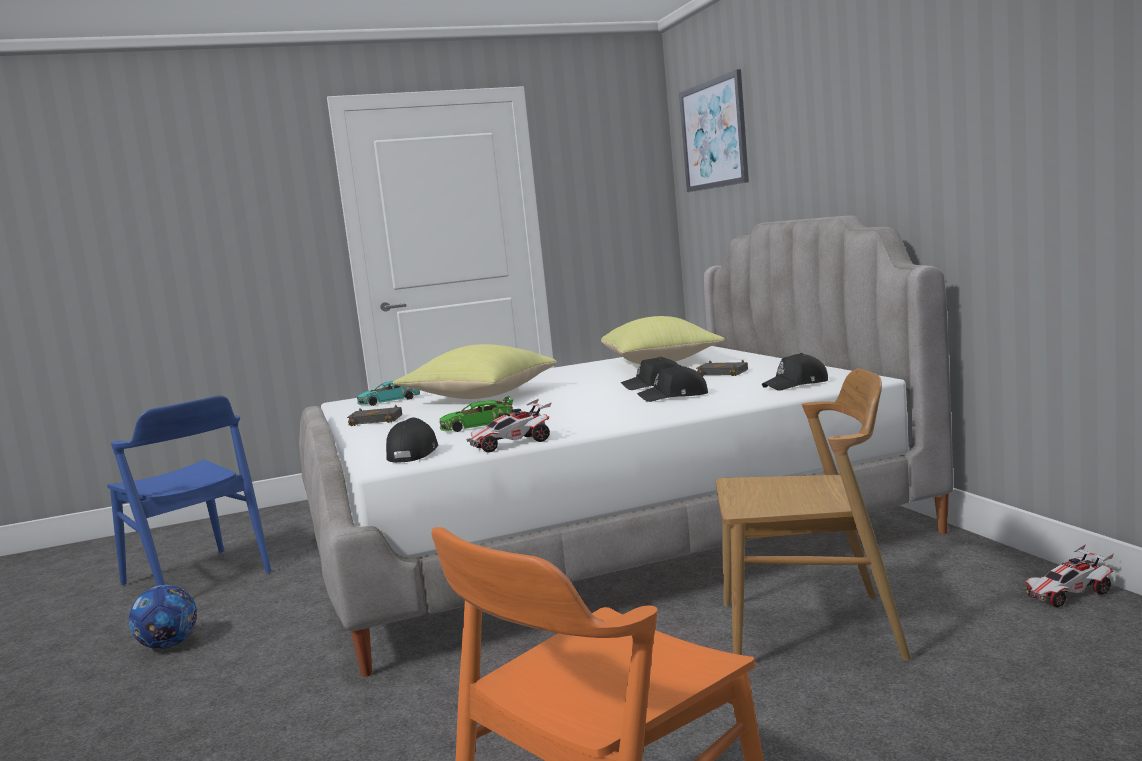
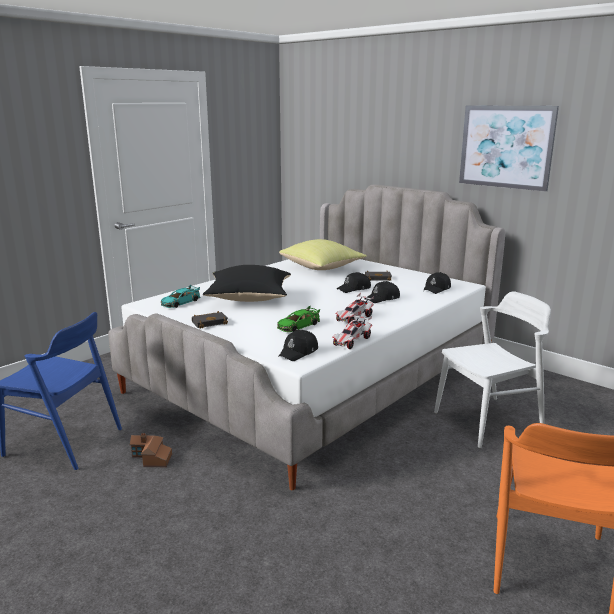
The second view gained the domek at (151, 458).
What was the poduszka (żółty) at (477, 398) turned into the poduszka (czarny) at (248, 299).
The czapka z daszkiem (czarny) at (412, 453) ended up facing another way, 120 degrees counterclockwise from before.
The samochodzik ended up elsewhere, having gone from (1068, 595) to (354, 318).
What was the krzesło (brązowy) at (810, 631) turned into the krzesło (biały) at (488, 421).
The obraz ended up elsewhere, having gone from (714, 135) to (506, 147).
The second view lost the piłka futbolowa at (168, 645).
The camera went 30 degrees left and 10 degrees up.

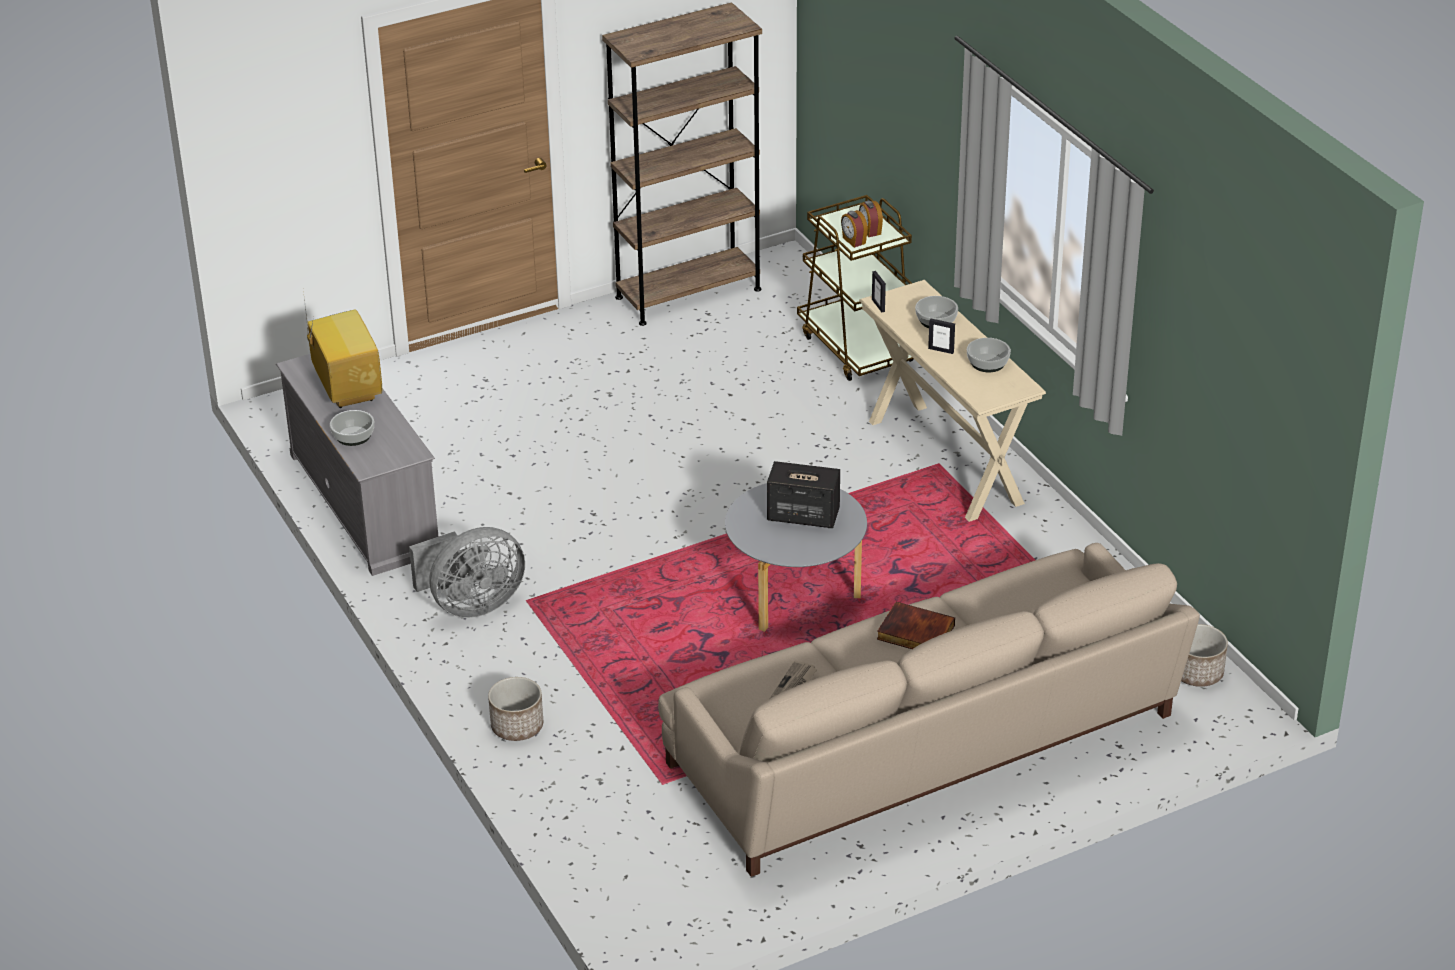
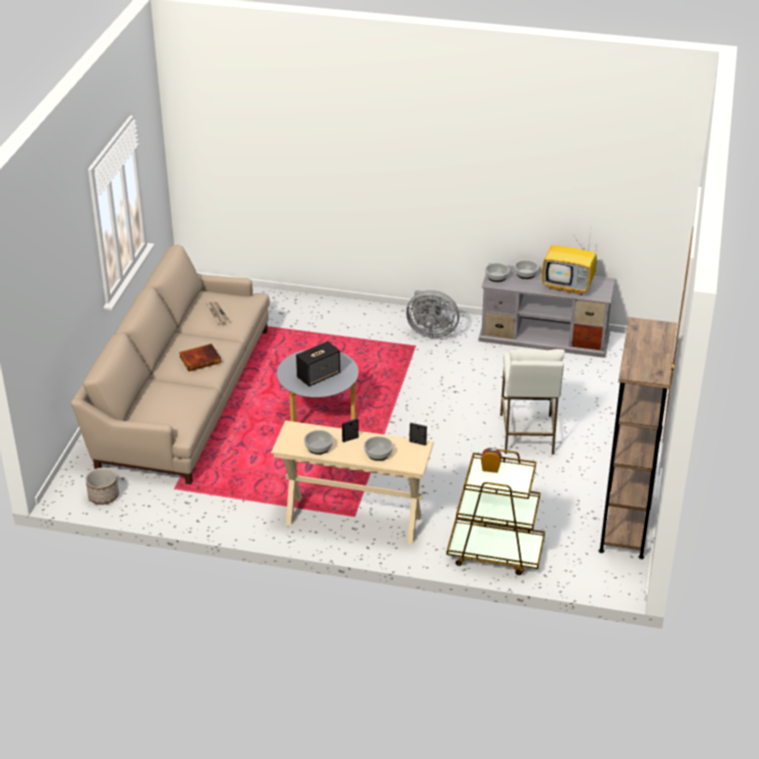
The wentylator (szary) at (471, 605) ended up facing another way, 90 degrees counterclockwise from before.
The second view gained the miska at (496, 277).
The second view gained the stołek (biały) at (527, 434).
The second view lost the donica at (516, 726).
The second view lost the budzik at (870, 231).
The camera went 130 degrees right and 0 degrees up.

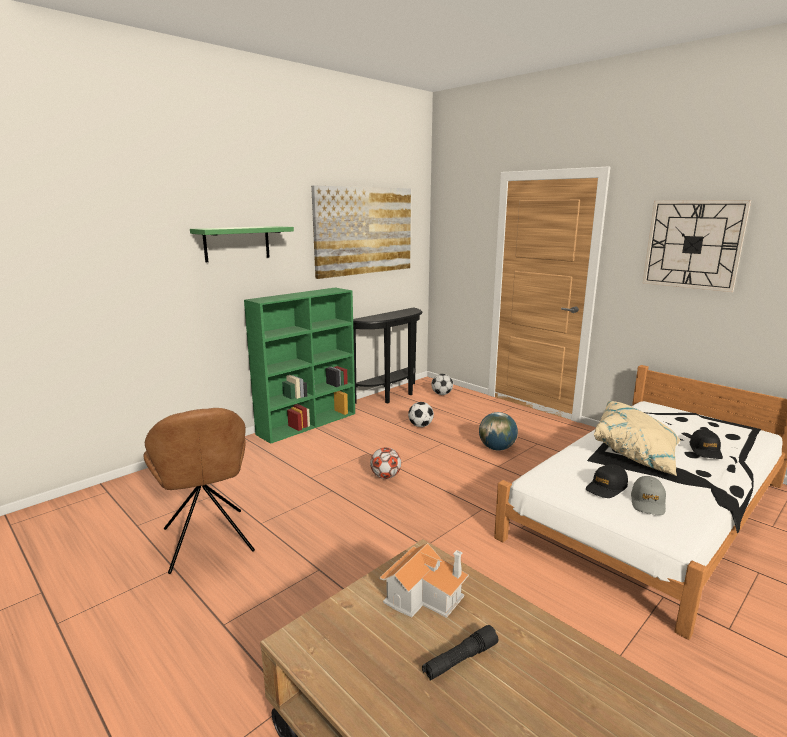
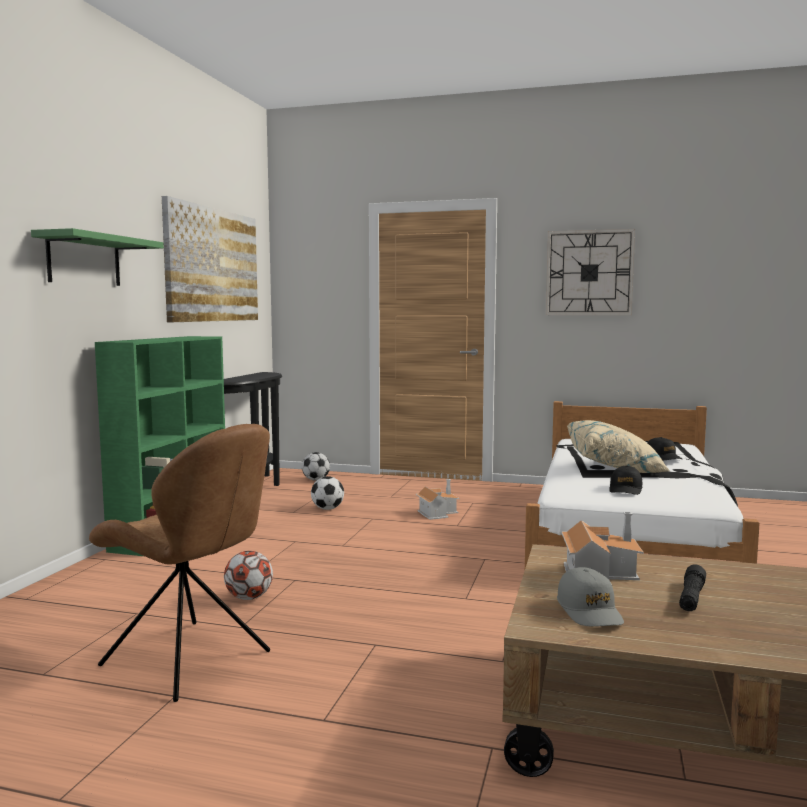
The piłka futbolowa ended up elsewhere, having gone from (385, 476) to (249, 598).
Where the globus stood at (497, 448), the domek came to stand at (437, 512).
The czapka z daszkiem (szary) ended up elsewhere, having gone from (648, 502) to (589, 611).
The camera went 30 degrees left and 10 degrees down.

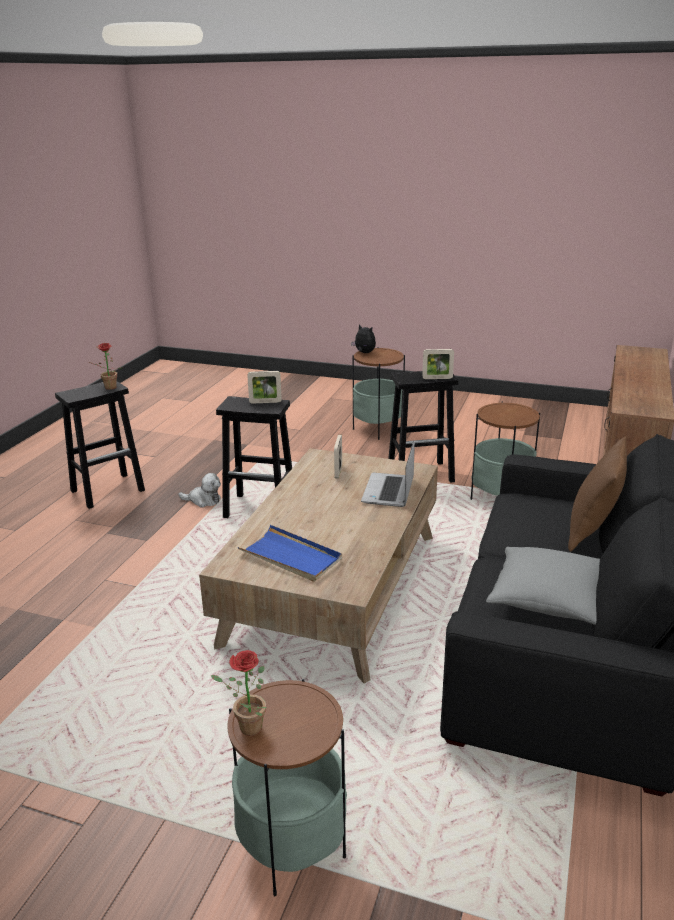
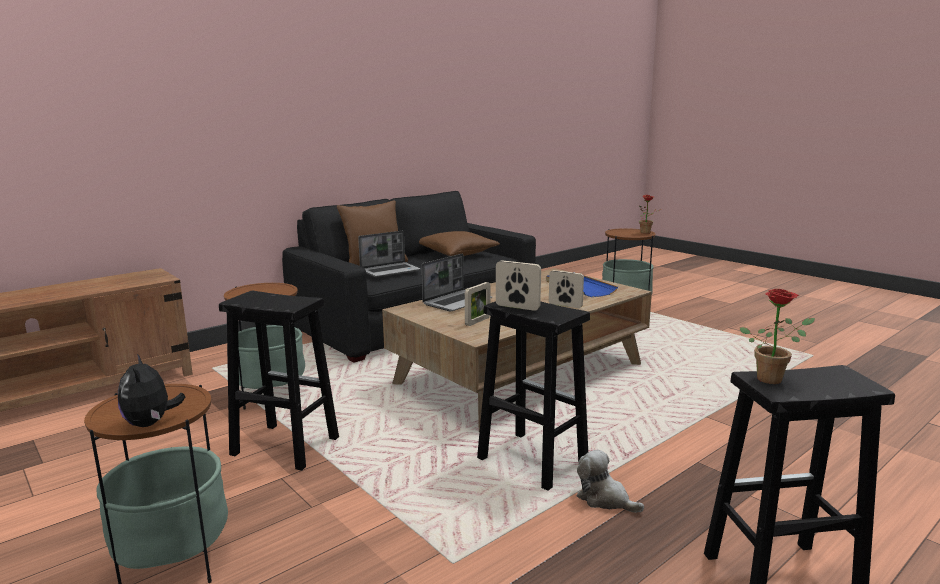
The second view gained the laptop at (390, 271).
What was the poduszka (szary) at (548, 598) turned into the poduszka (brązowy) at (456, 254).
The ramka na zdjęcie ended up elsewhere, having gone from (437, 378) to (565, 305).
The camera went 150 degrees left and 10 degrees down.

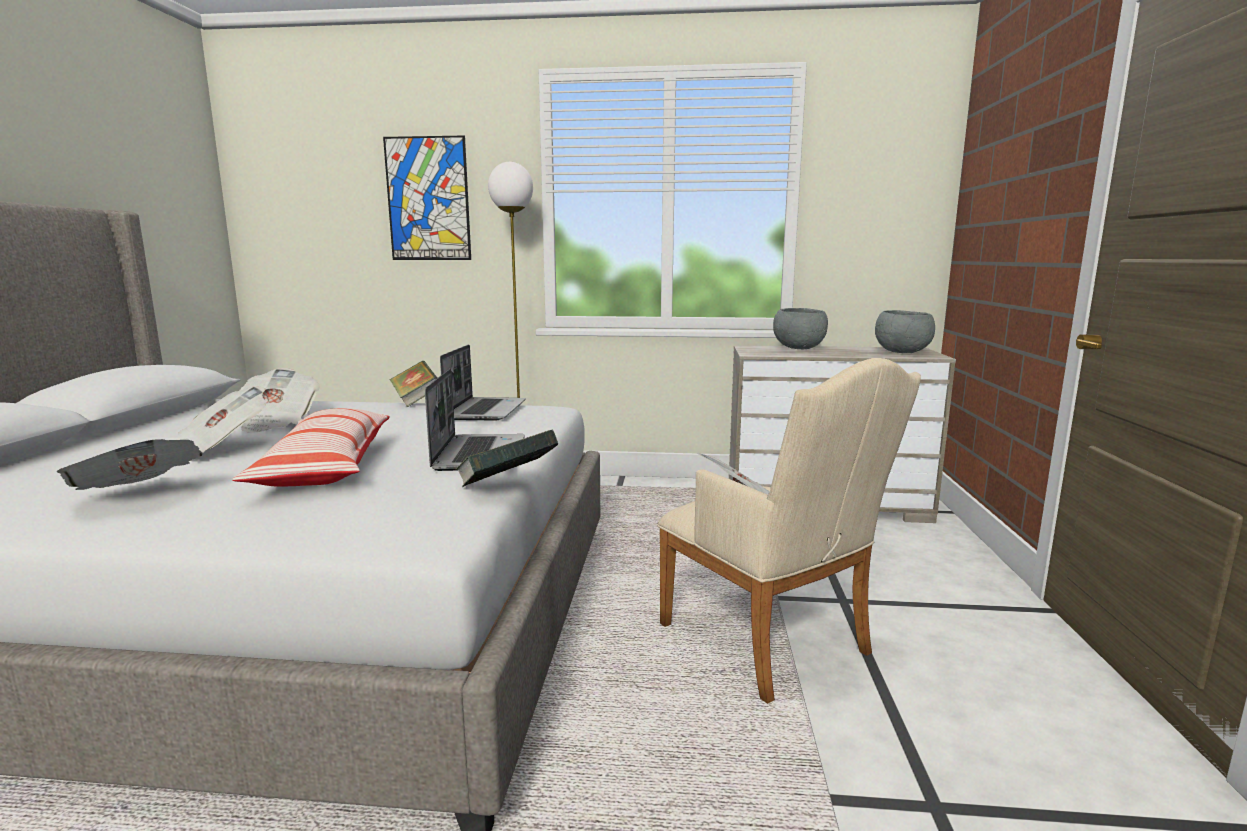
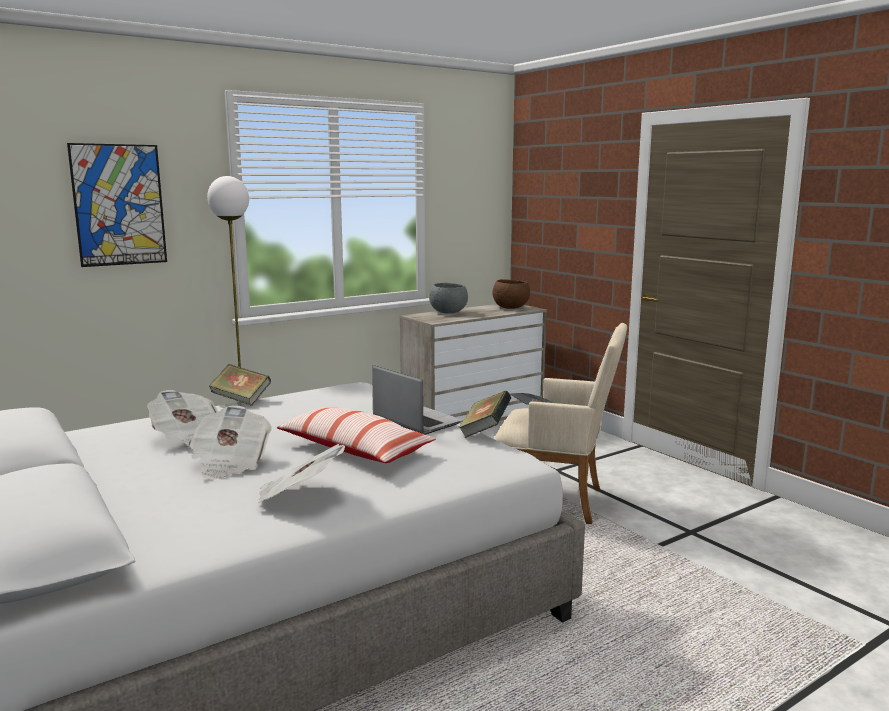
What was the miska (szary) at (901, 352) turned into the miska (brązowy) at (510, 308).
The second view lost the laptop at (485, 410).
The camera went 40 degrees left and 0 degrees up.

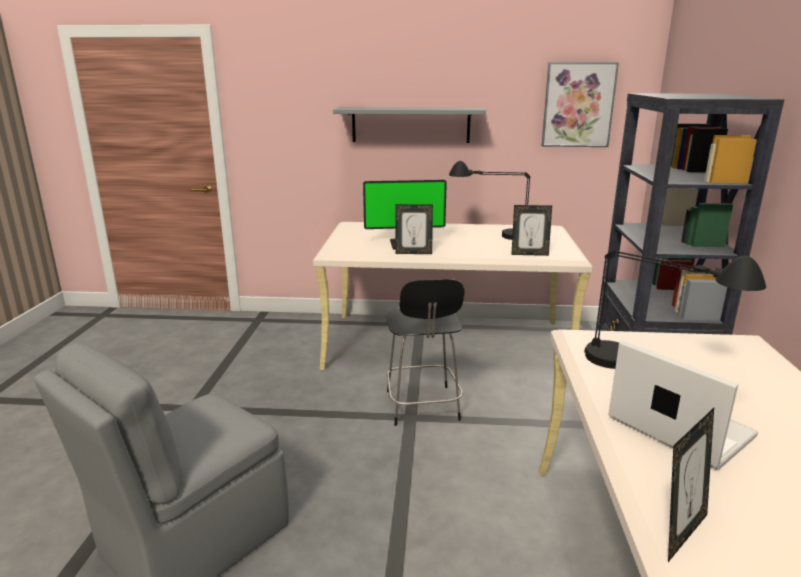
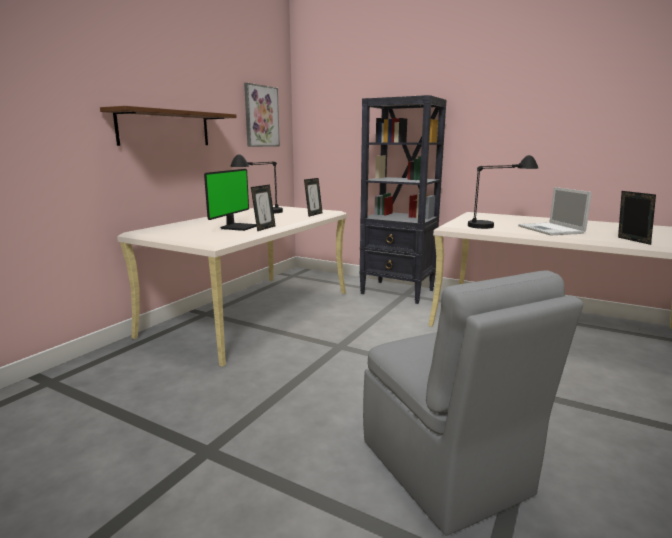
What was the półka (szary) at (410, 125) turned into the półka (brązowy) at (165, 128).
The laptop at (677, 426) ended up facing another way, 90 degrees counterclockwise from before.
The second view lost the krzesło (czarny) at (422, 407).
The camera went 65 degrees left and 5 degrees down.

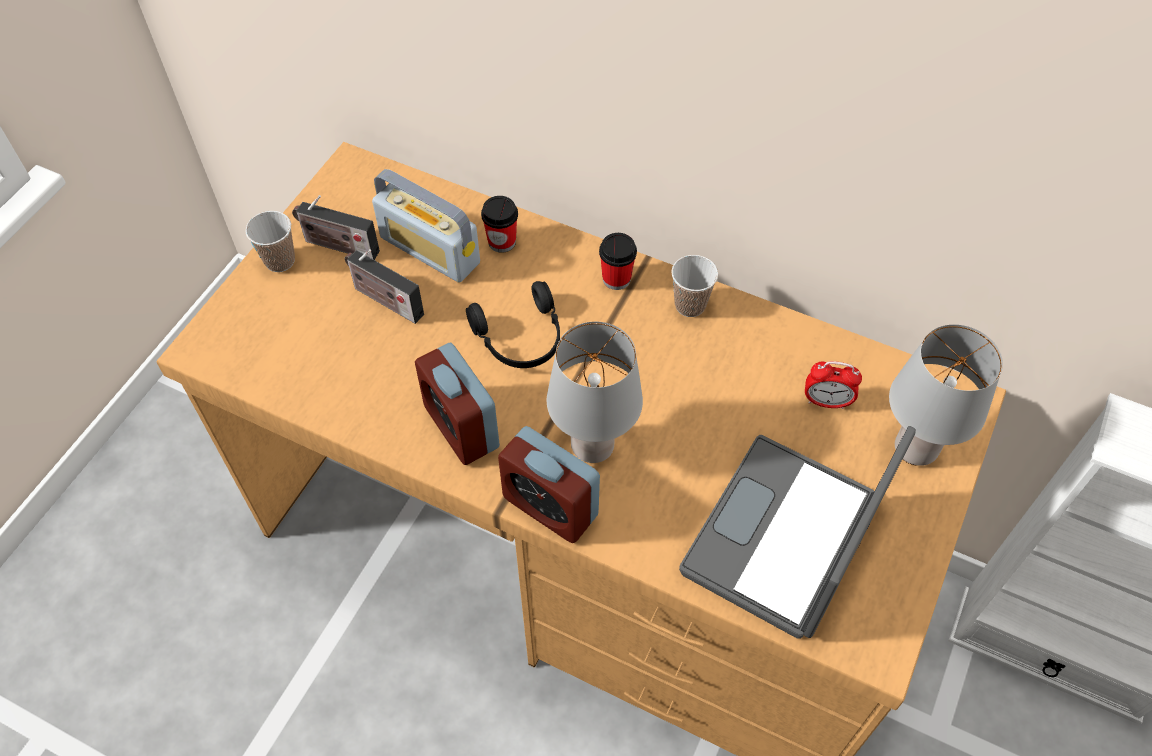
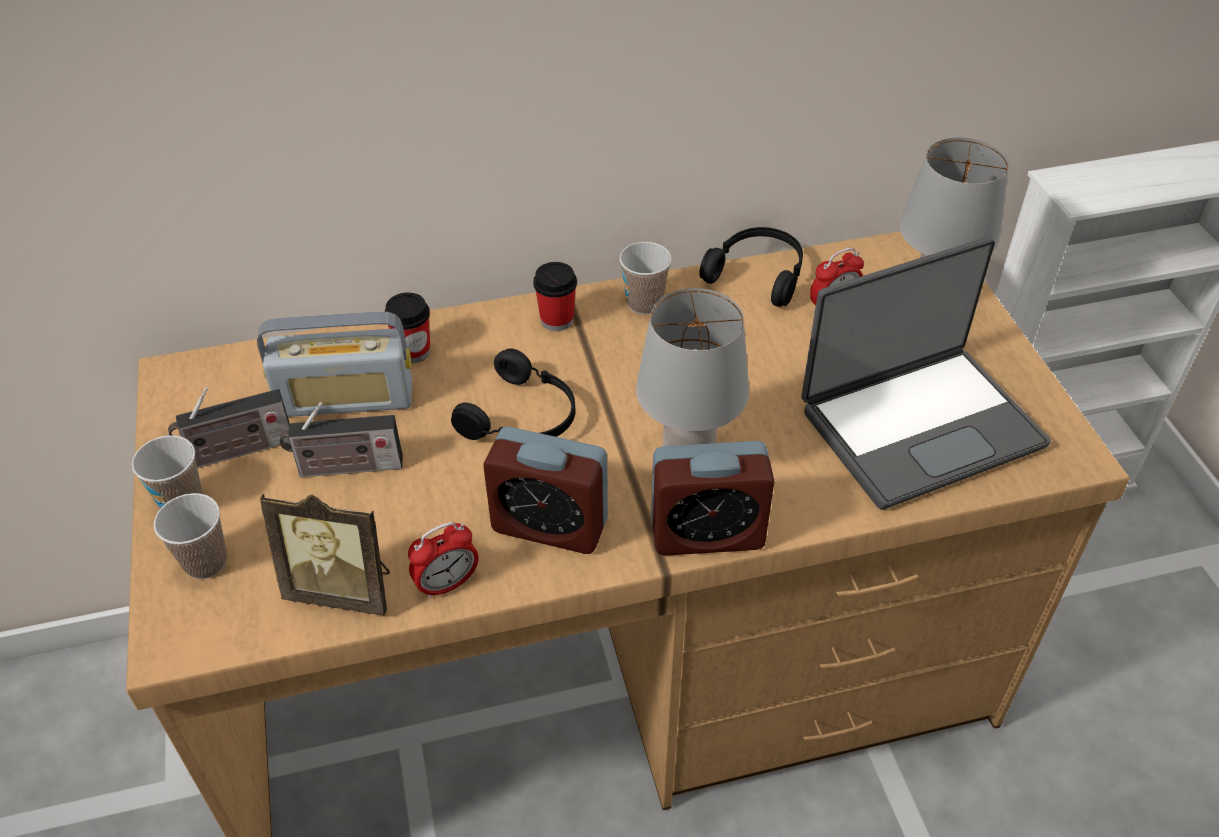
The second view gained the filiżanka at (206, 562).
The second view gained the ramka na zdjęcie at (343, 589).
The second view gained the budzik at (447, 584).
The second view gained the słuchawki (czarny) at (758, 274).
The laptop at (785, 538) ended up facing another way, 105 degrees counterclockwise from before.
The camera went 40 degrees left and 10 degrees down.

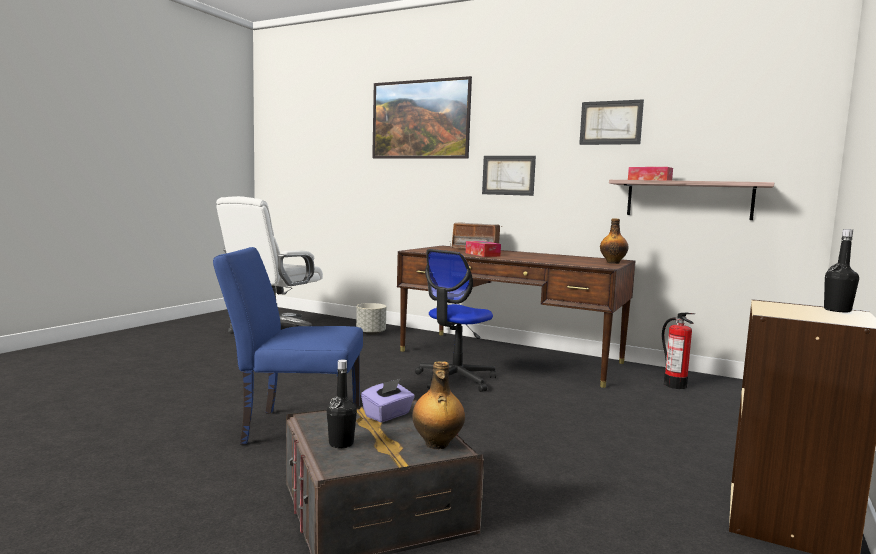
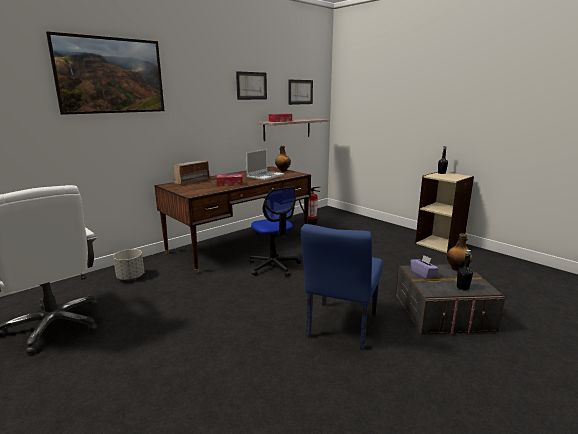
The second view gained the laptop at (265, 176).
The obraz ended up elsewhere, having gone from (508, 175) to (300, 92).
The camera went 70 degrees left and 10 degrees up.

